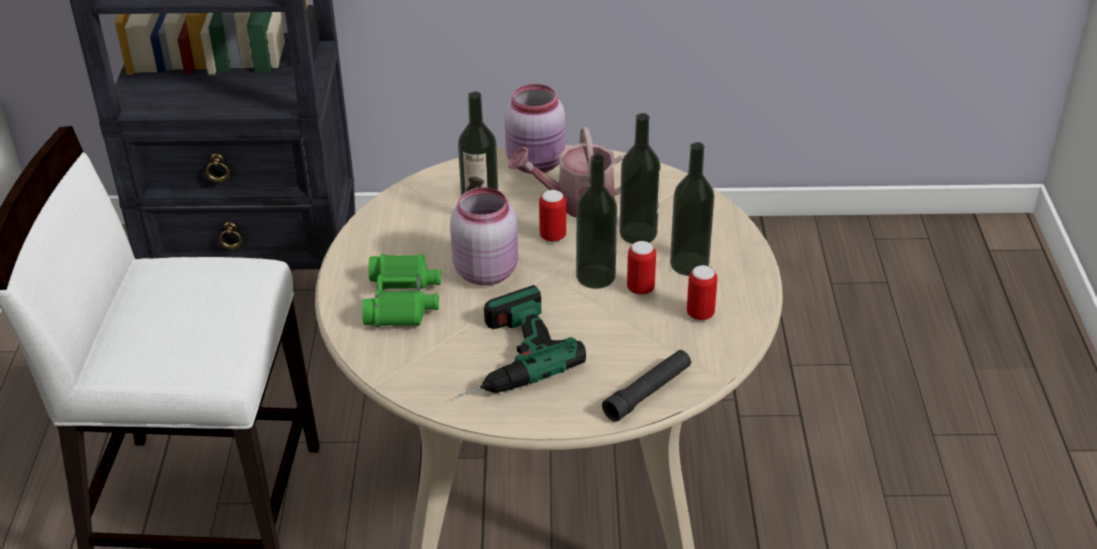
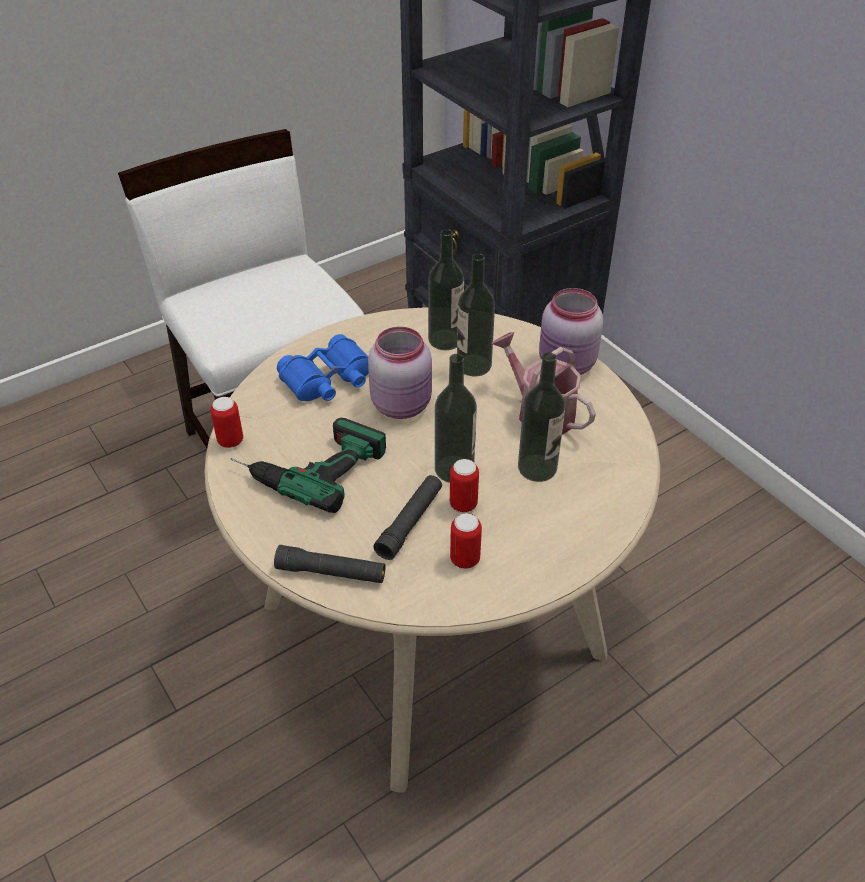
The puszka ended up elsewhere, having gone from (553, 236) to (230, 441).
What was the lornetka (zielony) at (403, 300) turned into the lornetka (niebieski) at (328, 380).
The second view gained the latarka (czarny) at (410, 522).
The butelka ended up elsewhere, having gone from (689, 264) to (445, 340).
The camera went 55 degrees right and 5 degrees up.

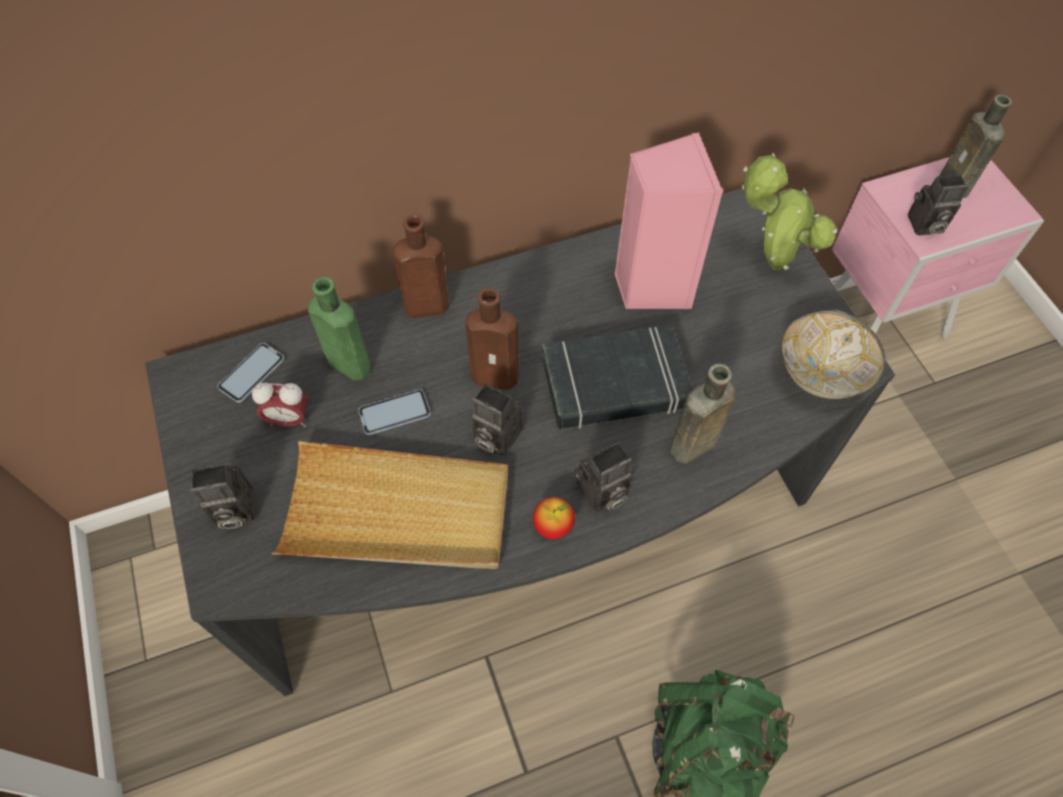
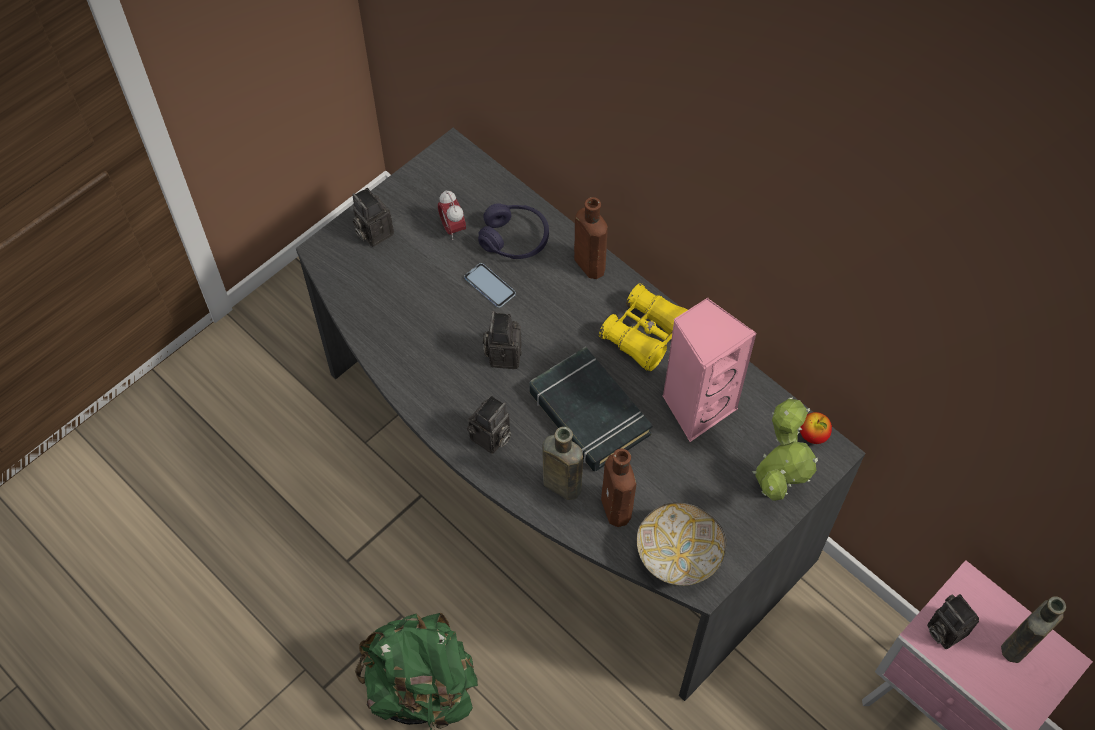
The aparat fotograficzny at (601, 494) ended up facing another way, 90 degrees counterclockwise from before.
Where the butelka (zielony) stood at (346, 362), the słuchawki (fioletowy) came to stand at (514, 239).
The second view gained the lornetka (żółty) at (645, 334).
The butelka (brązowy) ended up elsewhere, having gone from (498, 376) to (617, 511).
The jabłko ended up elsewhere, having gone from (553, 526) to (813, 435).
The second view lost the telefon at (252, 373).
The second view lost the taca (beżowy) at (397, 512).
The camera went 65 degrees right and 0 degrees up.

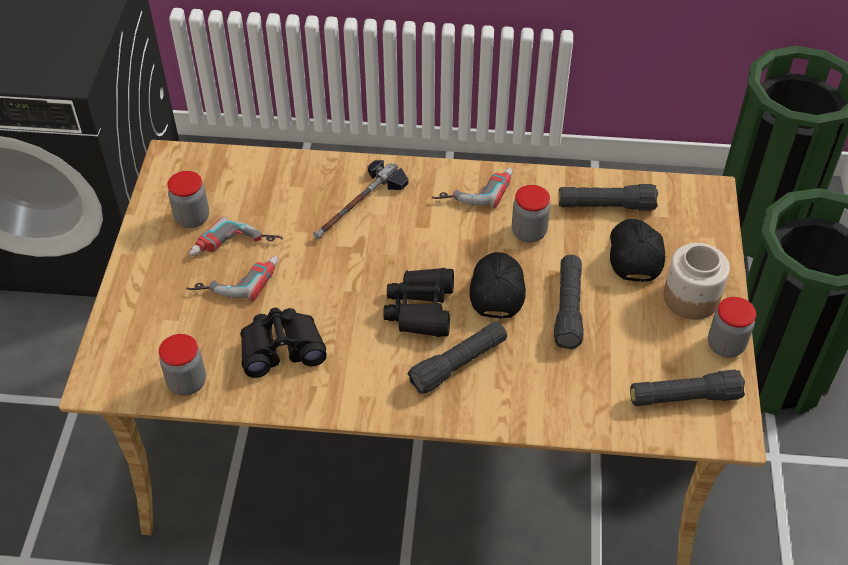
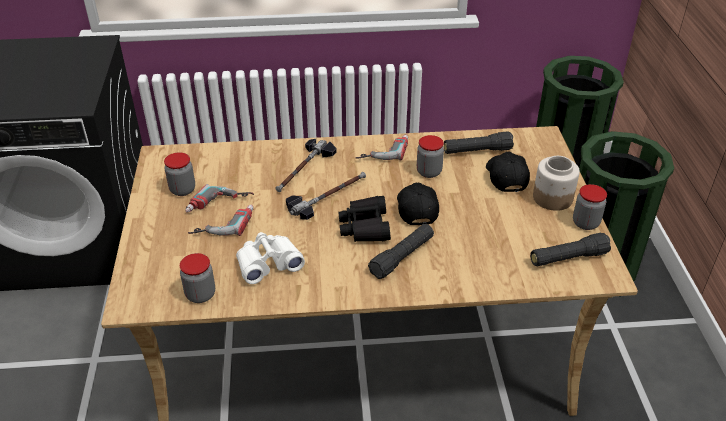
What was the lornetka (czarny) at (281, 348) turned into the lornetka (biały) at (268, 263).
The second view gained the młotek at (328, 196).
The second view lost the latarka (czarny) at (568, 308).
The camera went 10 degrees left and 10 degrees down.

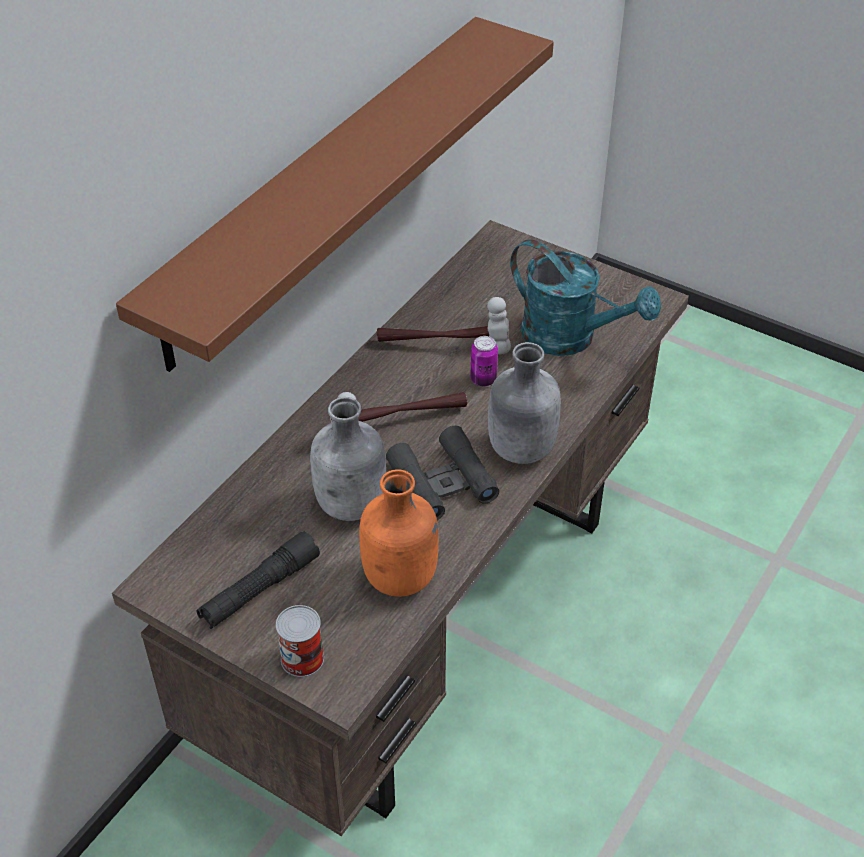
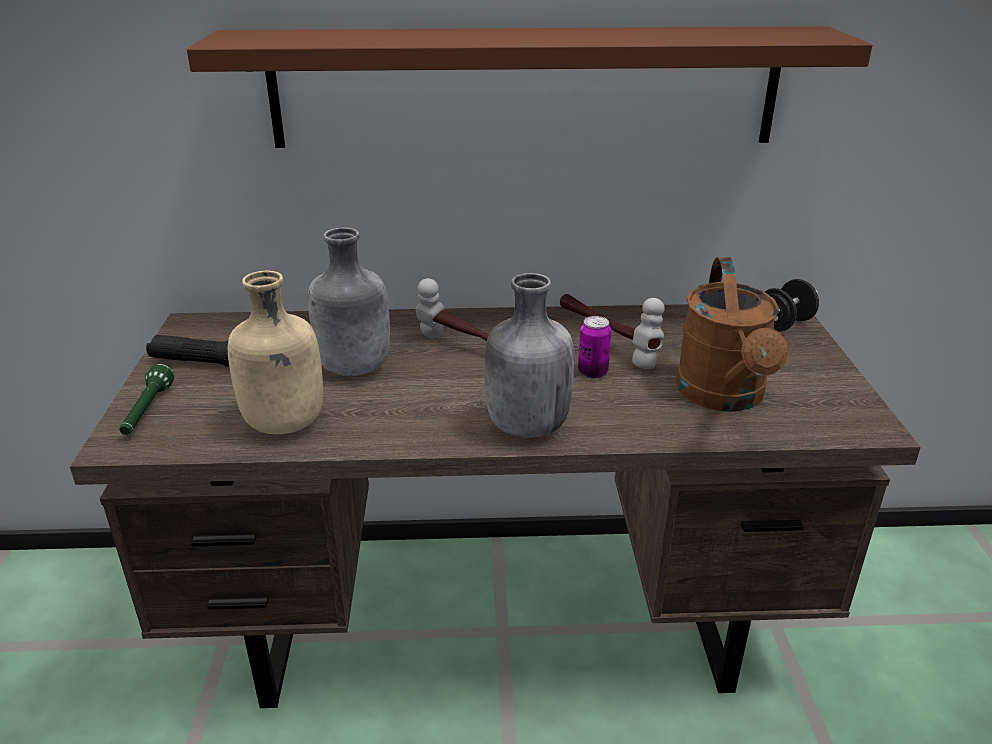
Where the puszka stood at (302, 658), the latarka (zielony) came to stand at (147, 411).
What was the butelka (pomarańczowy) at (401, 578) turned into the butelka (beżowy) at (284, 424).
What was the konewka (turkusowy) at (571, 338) turned into the konewka (brązowy) at (724, 397).
The second view gained the hantel (czarny) at (784, 324).
The second view lost the lornetka (czarny) at (442, 482).
The camera went 55 degrees right and 15 degrees down.

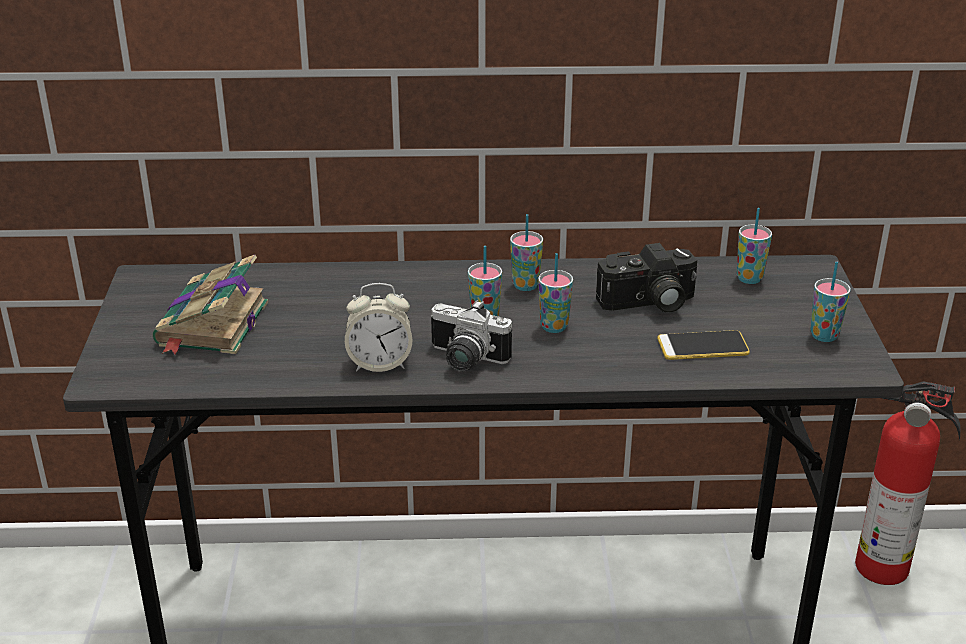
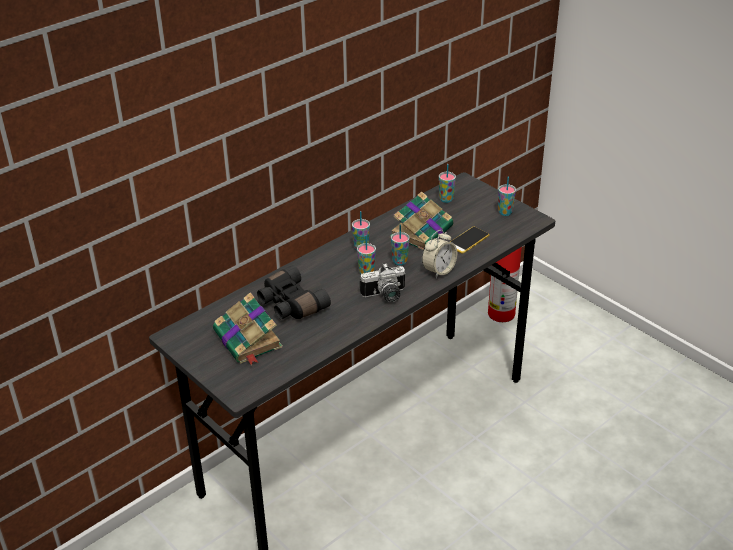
The second view gained the lornetka (czarny) at (290, 304).
Where the aparat fotograficzny stood at (648, 303), the książka came to stand at (422, 231).
The budzik ended up elsewhere, having gone from (379, 363) to (438, 270).
The camera went 40 degrees left and 5 degrees up.

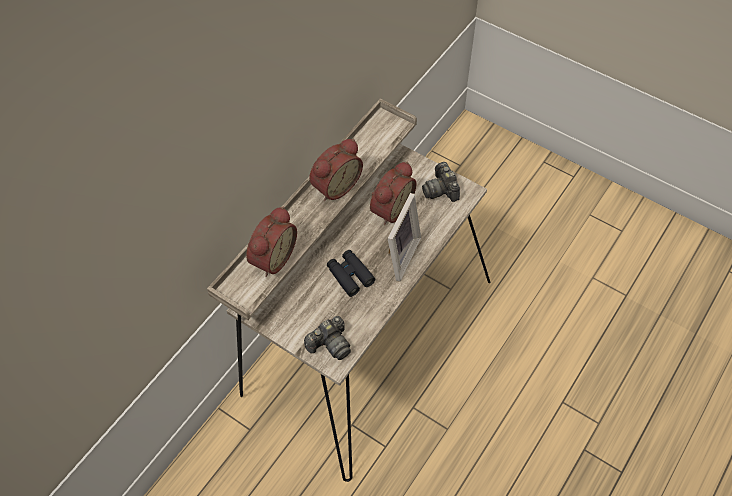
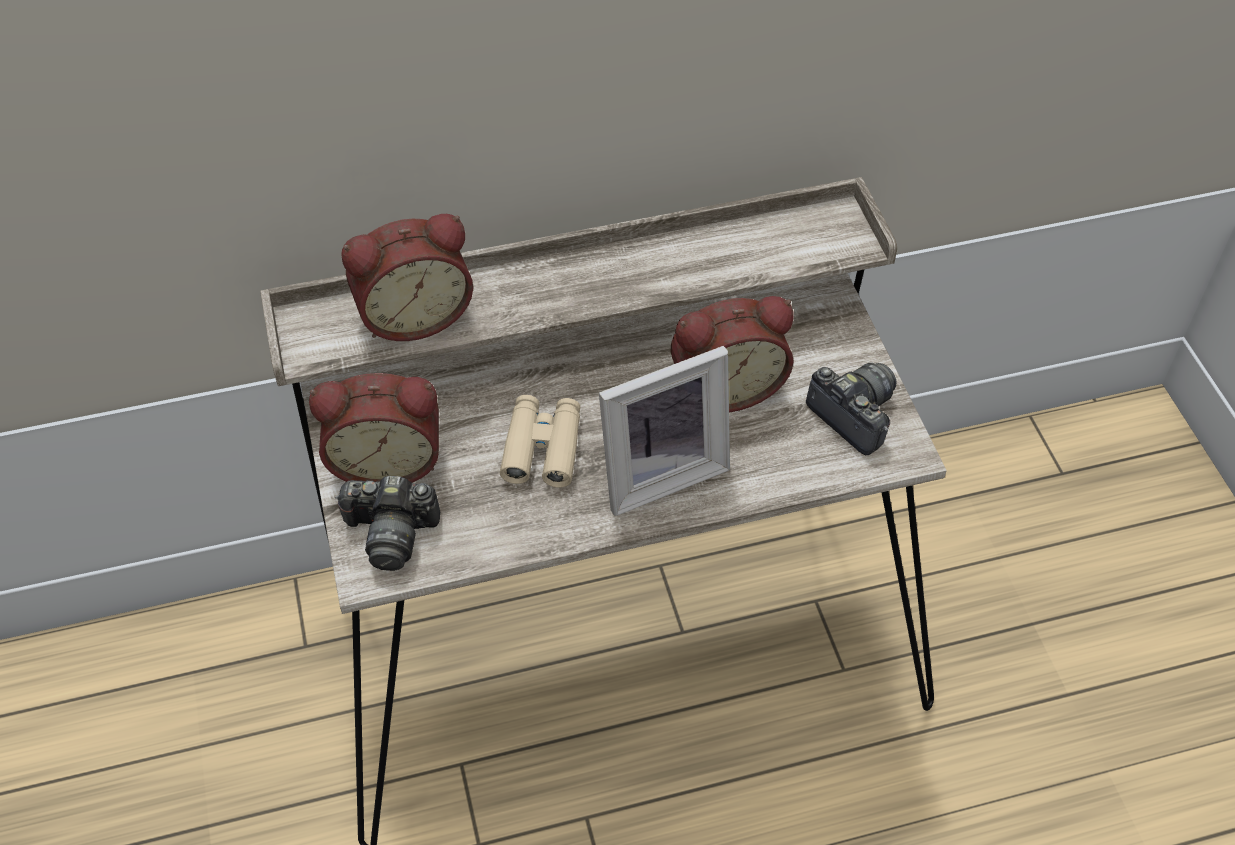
The budzik ended up elsewhere, having gone from (334, 185) to (387, 460).
What was the lornetka (czarny) at (350, 275) turned into the lornetka (beżowy) at (542, 448).
The aparat fotograficzny at (441, 189) ended up facing another way, 120 degrees clockwise from before.
The camera went 40 degrees right and 5 degrees down.

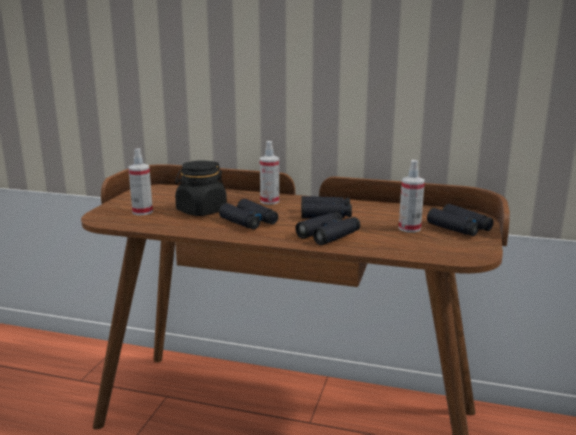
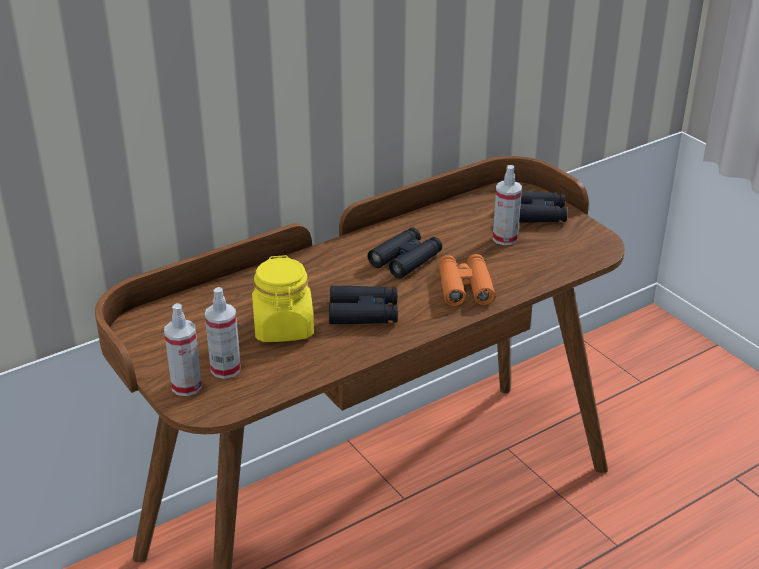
The spryskiwacz ended up elsewhere, having gone from (269, 201) to (187, 386).
What was the słoik (czarny) at (201, 211) turned into the słoik (żółty) at (283, 328).
What was the lornetka (czarny) at (328, 235) turned into the lornetka (pomarańczowy) at (465, 287).
The camera went 50 degrees left and 15 degrees up.

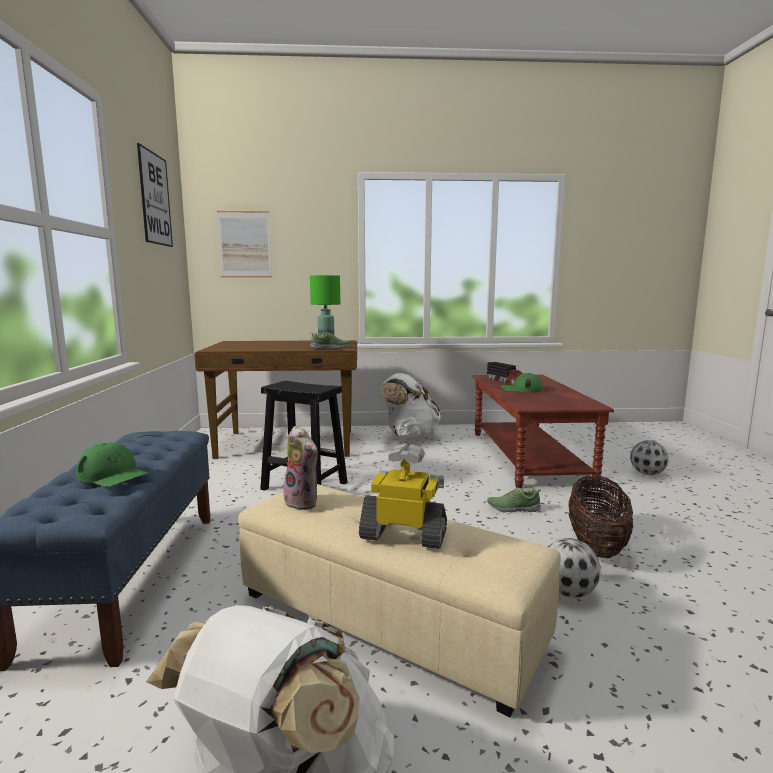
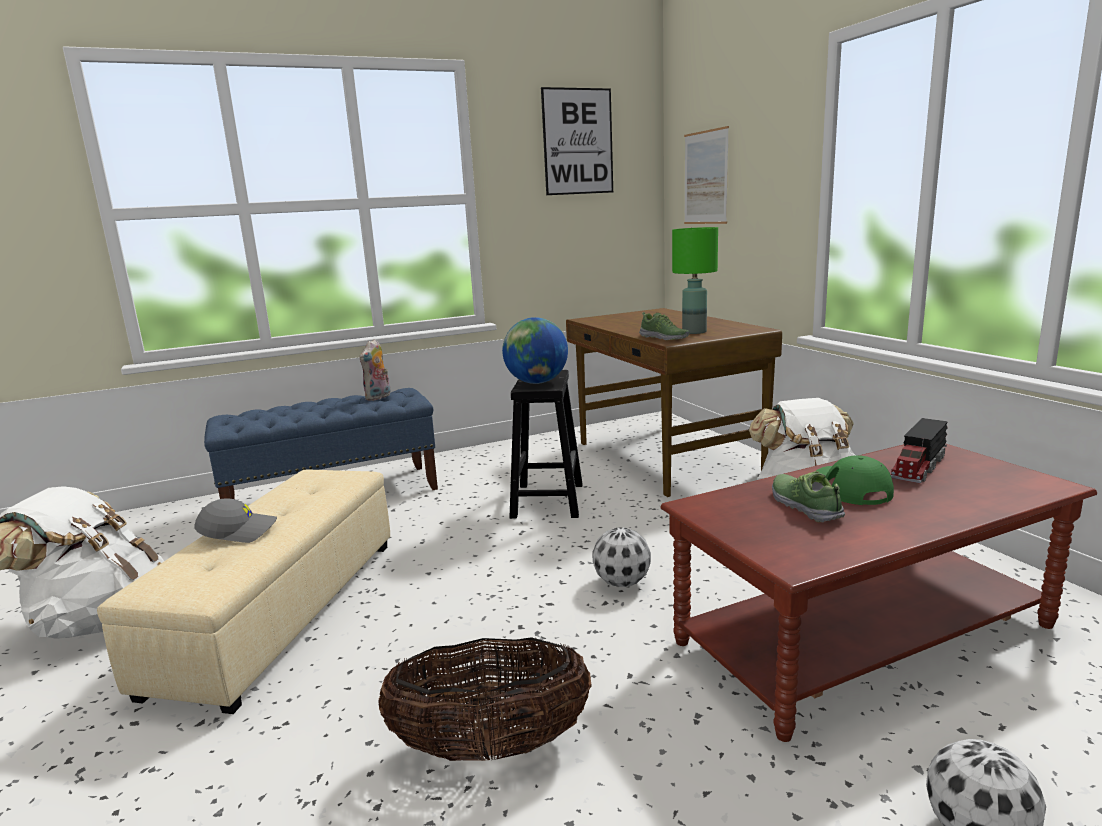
Where the robot zabawkowy stood at (405, 535), the czapka z daszkiem (szary) came to stand at (239, 531).
The pluszak ended up elsewhere, having gone from (304, 502) to (378, 397).
The second view gained the globus at (537, 382).
The piłka futbolowa ended up elsewhere, having gone from (568, 593) to (621, 583).
The but ended up elsewhere, having gone from (513, 508) to (805, 506).
The second view lost the czapka z daszkiem (zielony) at (113, 475).
The camera went 70 degrees right and 5 degrees up.

